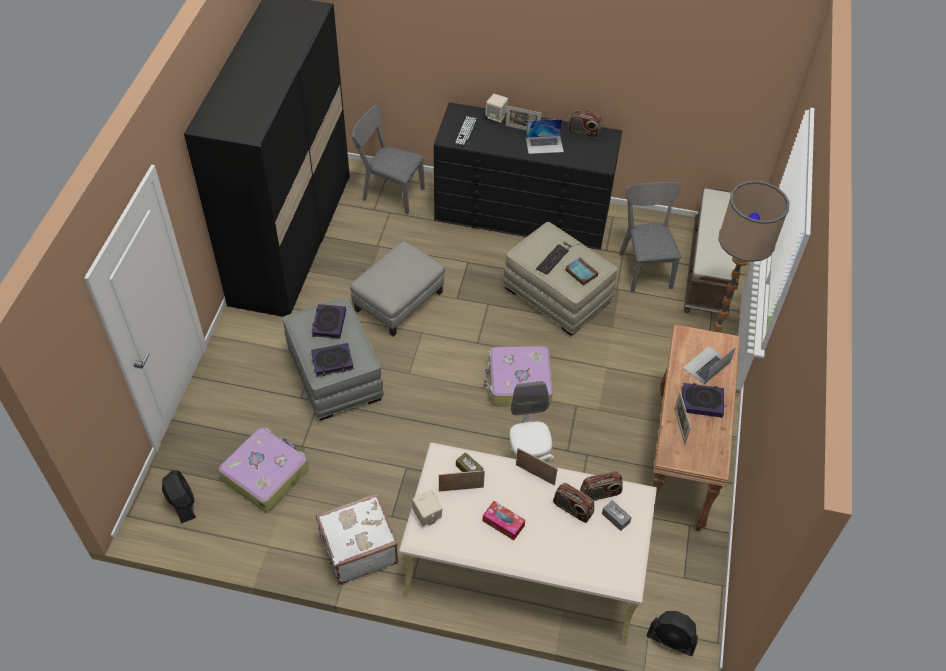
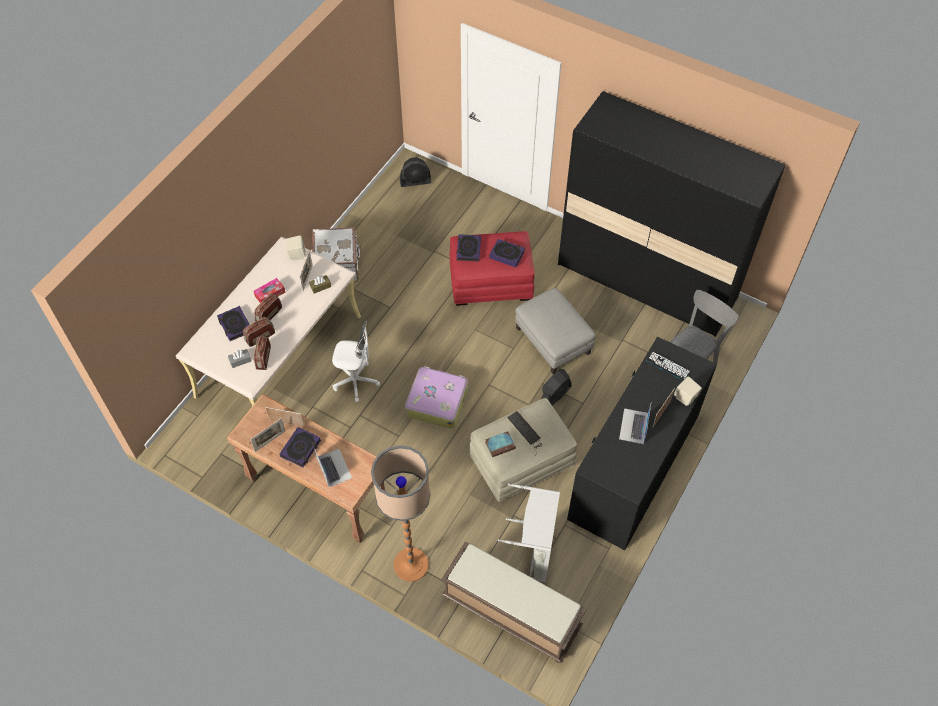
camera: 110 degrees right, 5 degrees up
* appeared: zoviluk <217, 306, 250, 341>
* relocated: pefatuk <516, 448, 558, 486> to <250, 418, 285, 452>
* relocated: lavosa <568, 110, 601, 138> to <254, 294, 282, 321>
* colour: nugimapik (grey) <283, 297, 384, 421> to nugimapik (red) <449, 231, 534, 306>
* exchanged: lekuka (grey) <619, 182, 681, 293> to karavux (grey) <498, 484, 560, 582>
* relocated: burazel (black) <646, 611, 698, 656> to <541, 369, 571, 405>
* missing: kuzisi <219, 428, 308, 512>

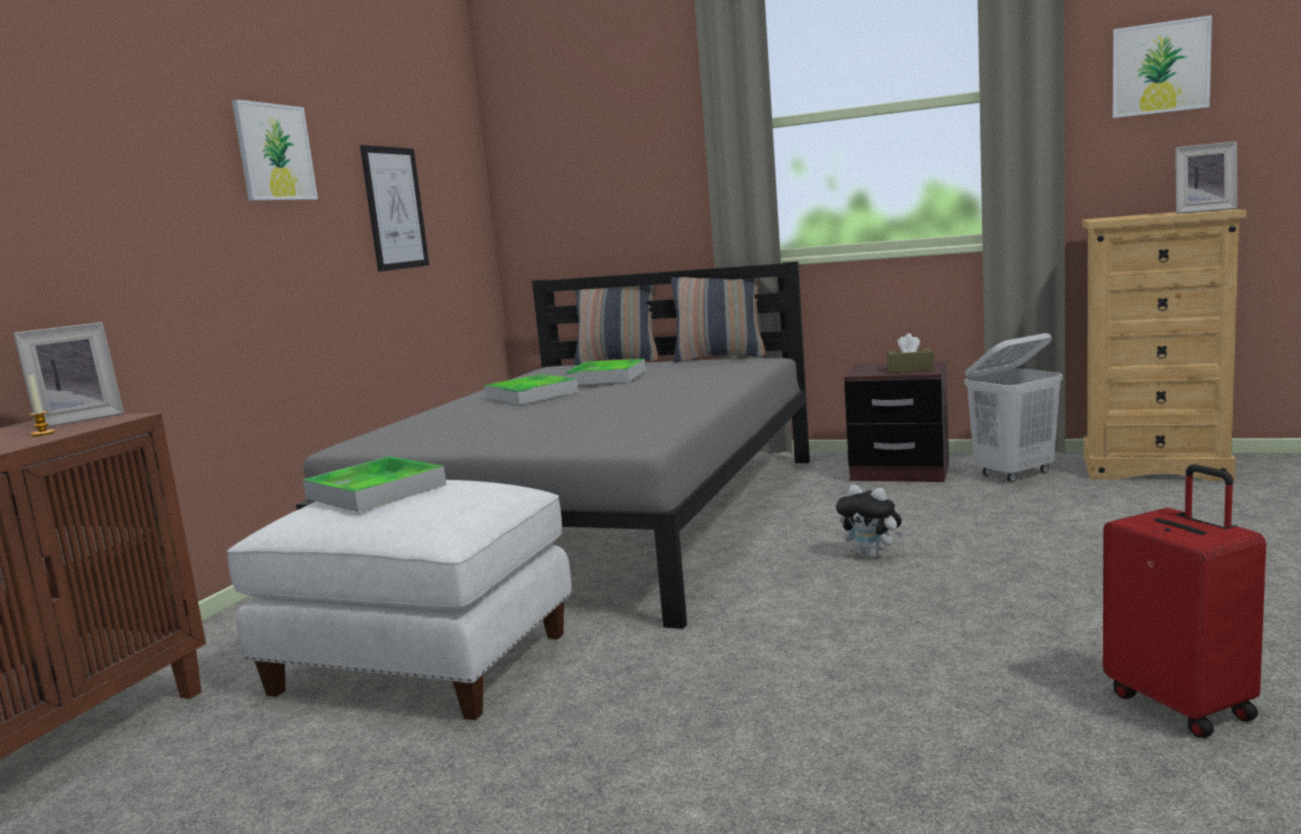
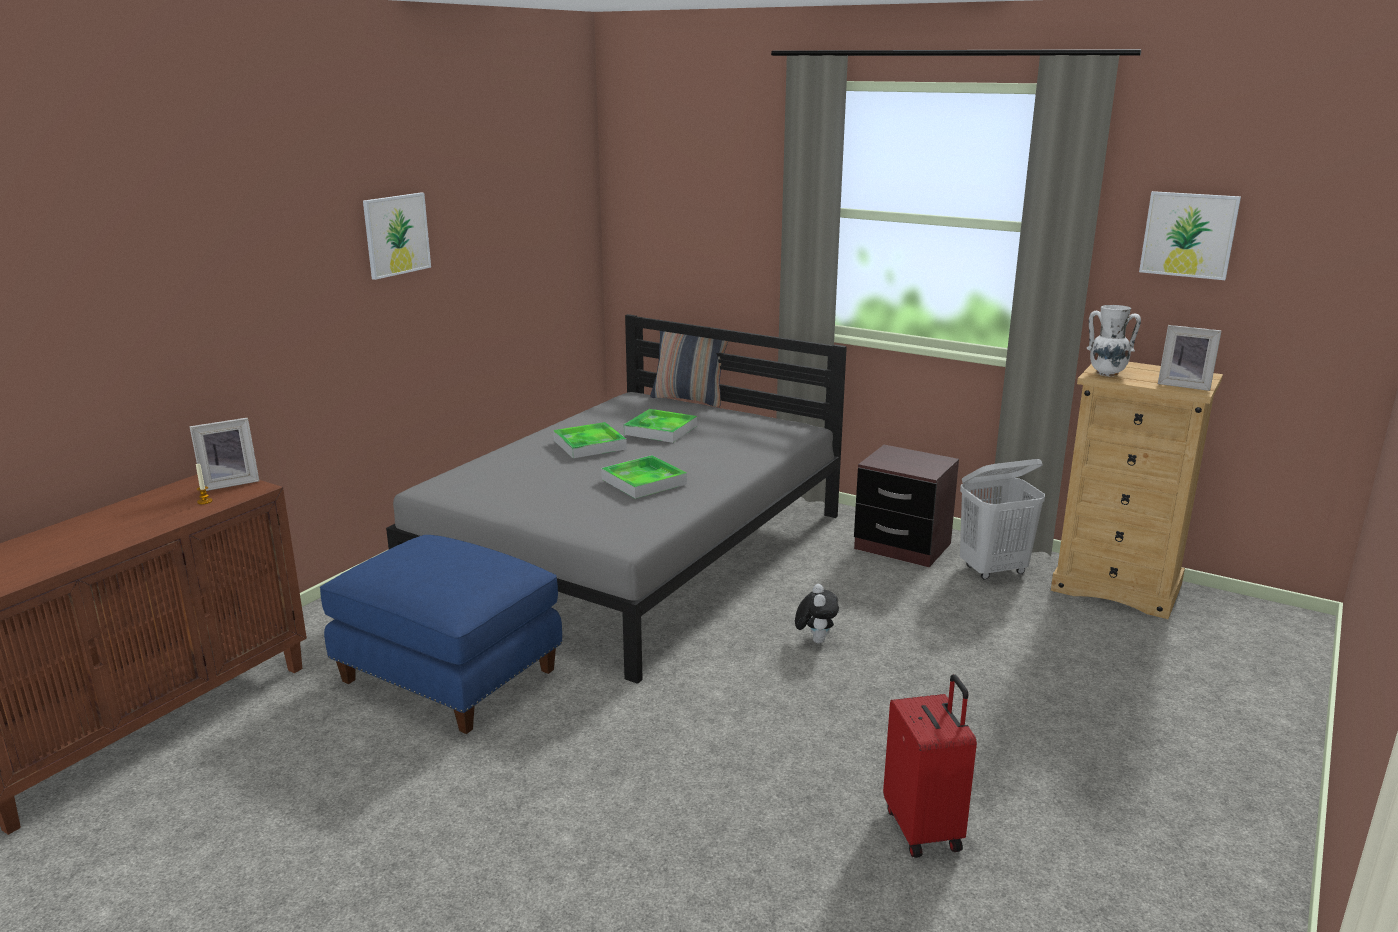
camera: 10 degrees right, 10 degrees up
* colour: nugimapik (white) <226, 480, 572, 720> to nugimapik (blue) <320, 535, 562, 734>
* relocated: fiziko <303, 456, 446, 512> to <601, 455, 687, 499>
* spun: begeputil <836, 485, 904, 558> = <795, 584, 839, 644> 135 degrees counterclockwise
* appeared: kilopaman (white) <1087, 305, 1141, 376>
* missing: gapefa <360, 145, 429, 272>
* missing: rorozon <671, 277, 766, 362>
* missing: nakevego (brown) <886, 333, 934, 373>

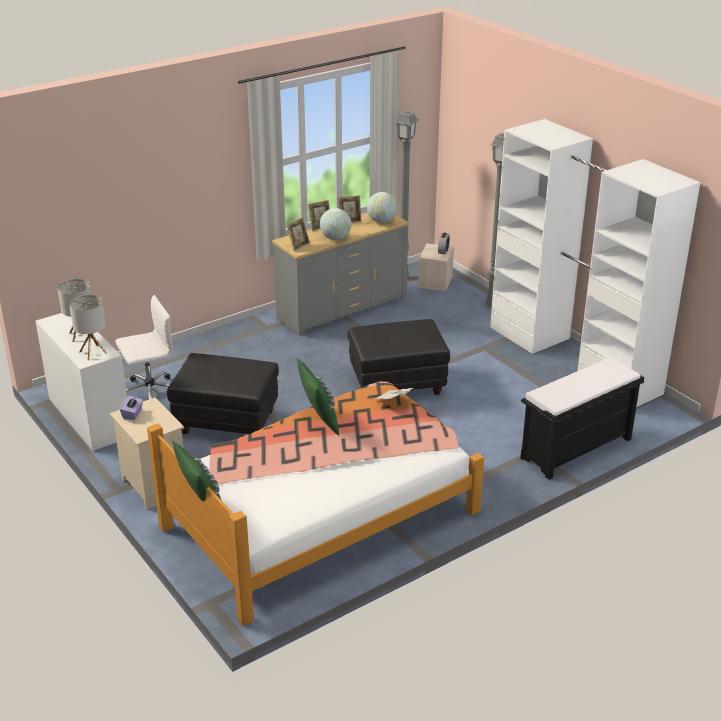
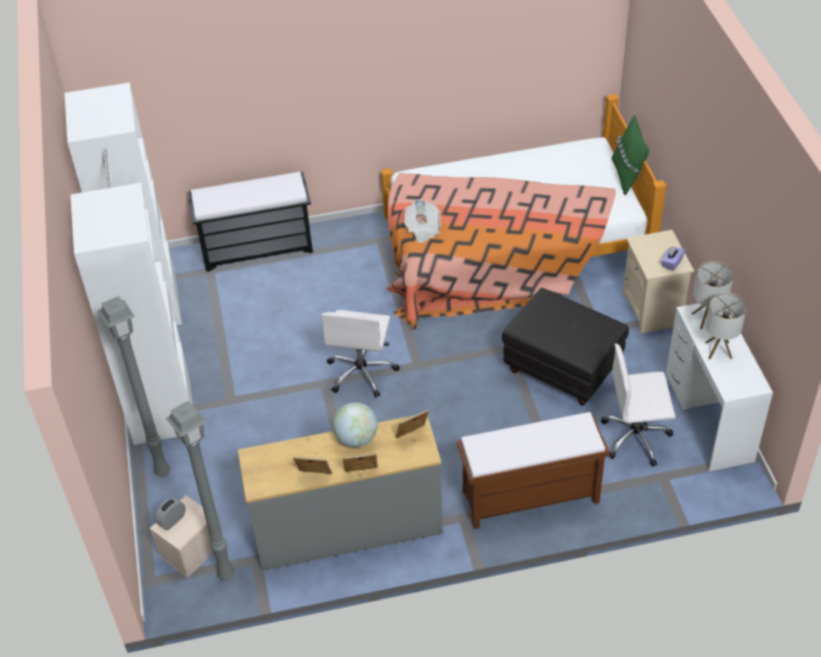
camera: 155 degrees left, 15 degrees up
* exchanged: nugimapik (black) <347, 319, 450, 395> to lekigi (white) <321, 310, 400, 397>
* appeared: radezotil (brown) <457, 412, 610, 529>
* missing: rorozon (green) <297, 358, 339, 435>
* missing: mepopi <367, 192, 398, 223>

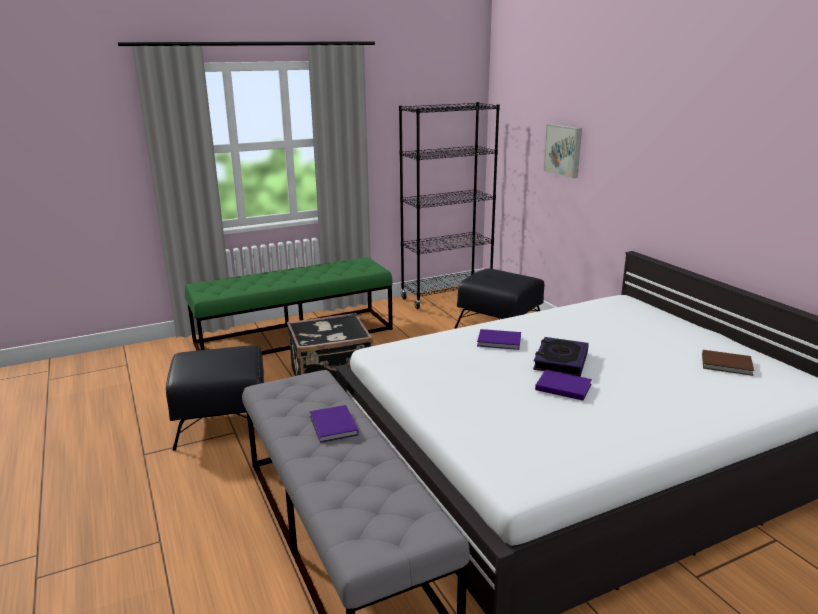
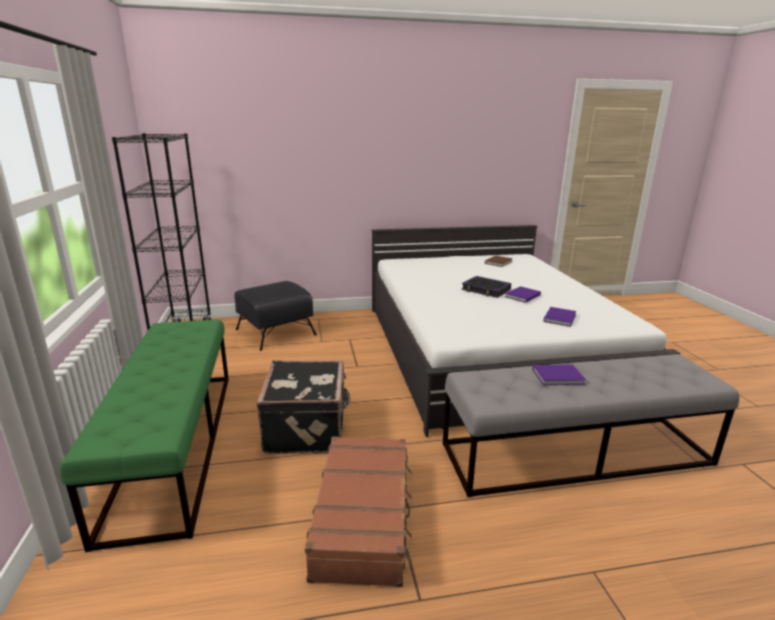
camera: 75 degrees left, 0 degrees up
* exchanged: nugimapik (black) <166, 345, 264, 451> to kuzisi (brown) <305, 436, 412, 587>
* relocated: zoviluk (purple) <477, 329, 521, 350> to <543, 307, 577, 327>
* missing: gapefa <543, 124, 582, 178>

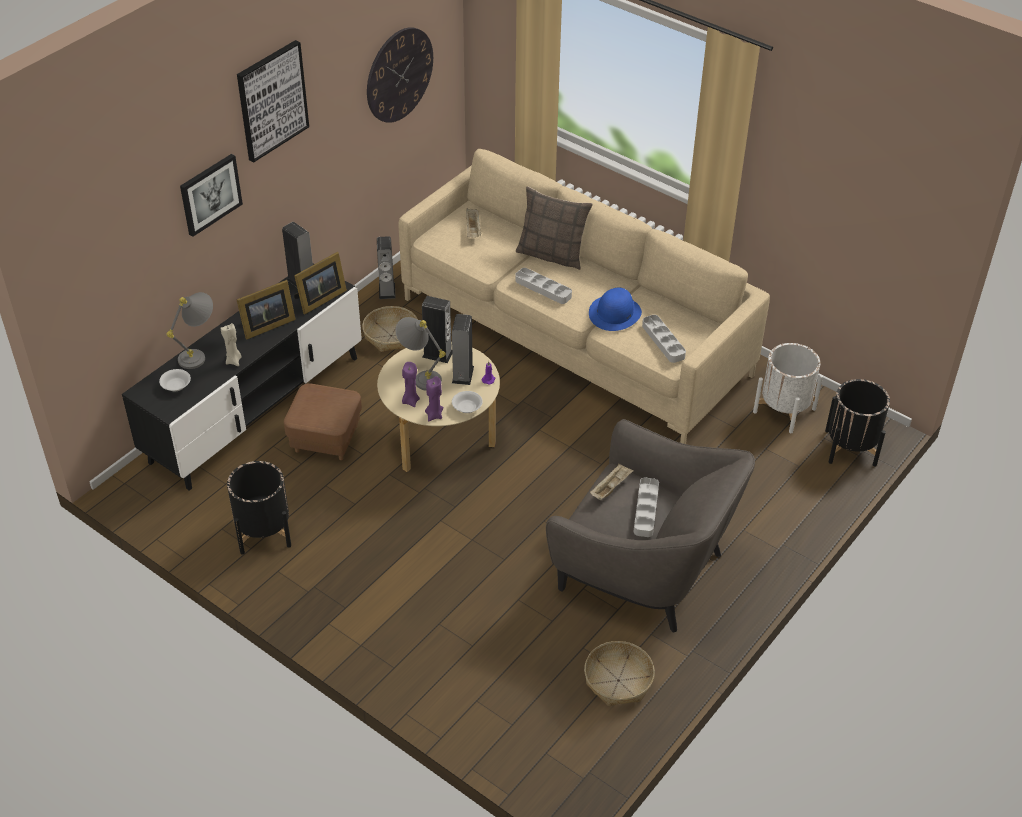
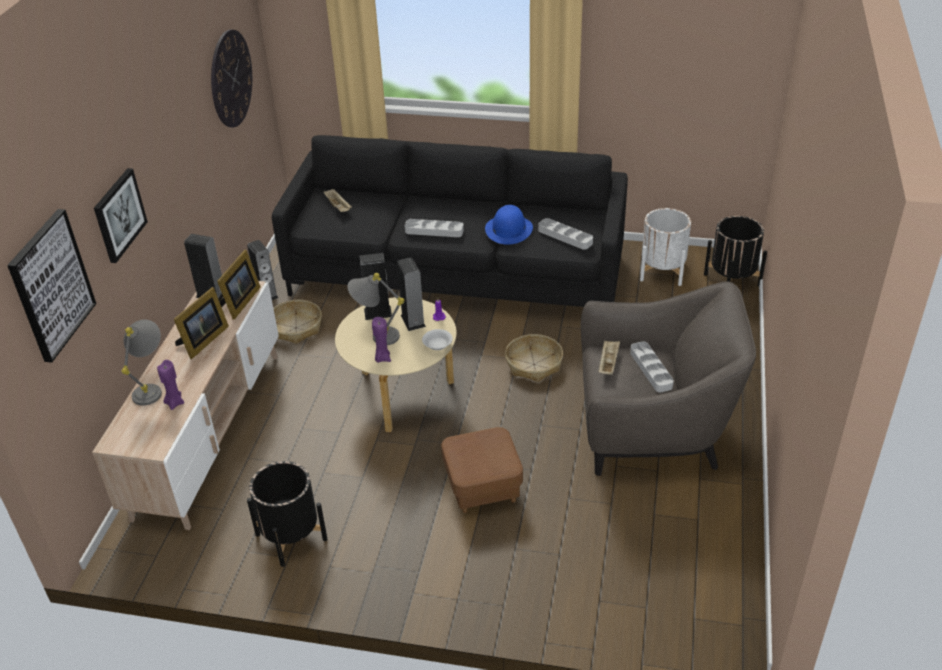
camera: 25 degrees left, 5 degrees down
* relocated: gapefa <237, 40, 309, 162> to <7, 209, 96, 363>
* colour: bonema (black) <122, 264, 362, 491> to bonema (beige) <92, 281, 279, 530>
* relocated: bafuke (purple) <425, 376, 443, 421> to <157, 360, 184, 410>
* colour: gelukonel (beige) <399, 149, 770, 444> to gelukonel (black) <272, 135, 628, 307>
* relocated: nugimapik (brown) <284, 383, 362, 460> to <441, 427, 523, 513>
* relocated: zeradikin <584, 641, 655, 706> to <505, 334, 563, 382>
* missing: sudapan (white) <159, 369, 191, 391>
* missing: bafuke (beige) <221, 323, 242, 366>
* missing: rorozon <515, 186, 593, 270>

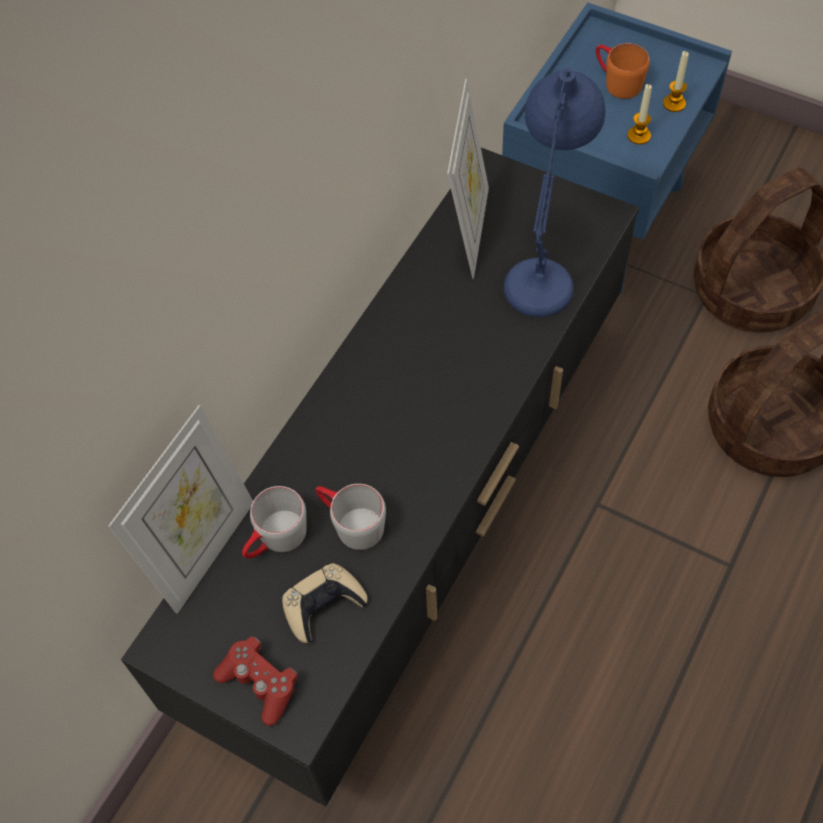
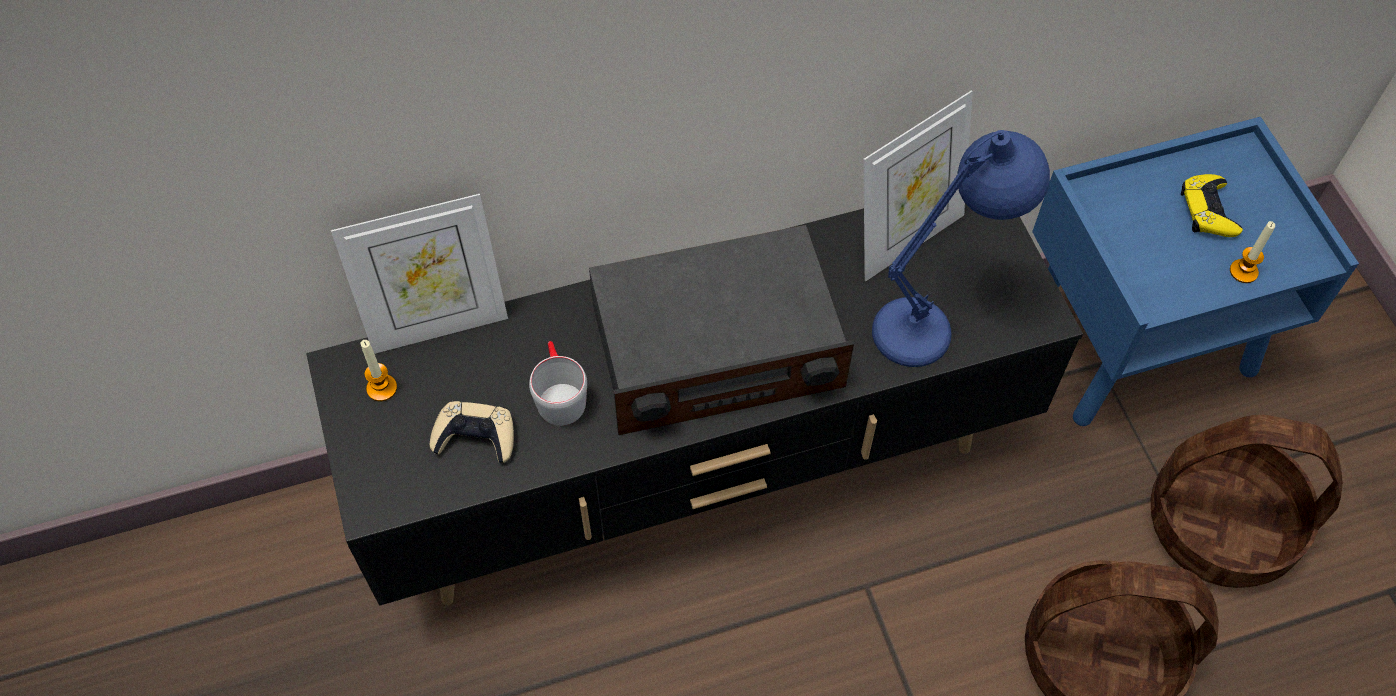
camera: 40 degrees right, 0 degrees up
* relocated: bafuke <627, 84, 652, 144> to <361, 340, 397, 401>
* appeared: lavosa <589, 225, 854, 435>
* exchanged: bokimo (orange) <596, 43, 650, 99> to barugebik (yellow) <1181, 174, 1243, 237>
* missing: barugebik (red) <213, 636, 298, 726>
* missing: bokimo (grey) <242, 486, 307, 558>

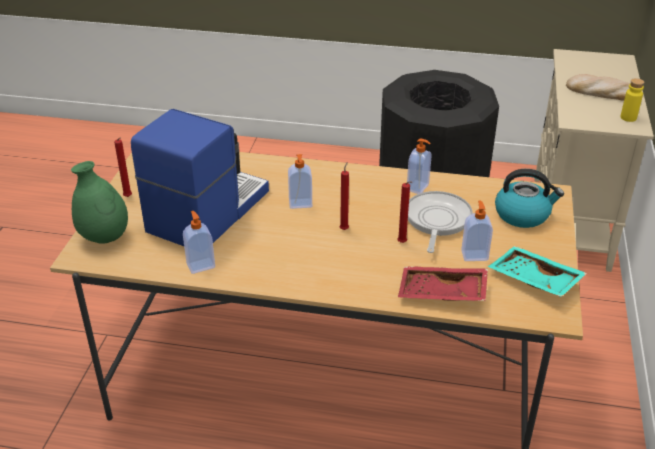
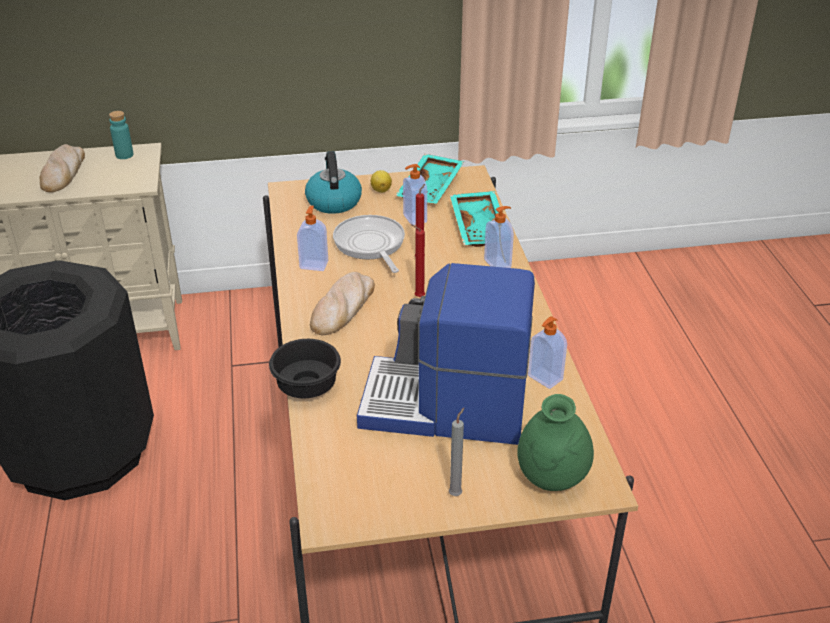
camera: 110 degrees left, 0 degrees up
* colour: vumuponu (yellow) <620, 78, 644, 122> to vumuponu (turquoise) <109, 111, 133, 159>
* appeared: sudapan (black) <269, 339, 341, 398>
* appeared: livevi <310, 272, 375, 335>
* spun: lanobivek <408, 191, 473, 253> = <333, 215, 405, 273> 75 degrees clockwise
* appeared: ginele <371, 170, 392, 193>
* colour: bafuke (red) <114, 137, 132, 197> to bafuke (grey) <449, 408, 464, 496>
* colour: fiziko (red) <398, 266, 488, 301> to fiziko (turquoise) <450, 191, 500, 247>
* relocated: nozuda <288, 154, 312, 209> to <484, 206, 514, 268>

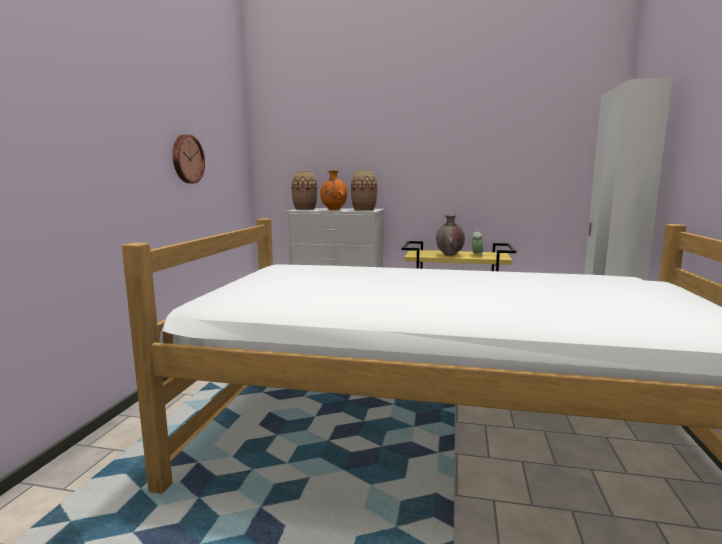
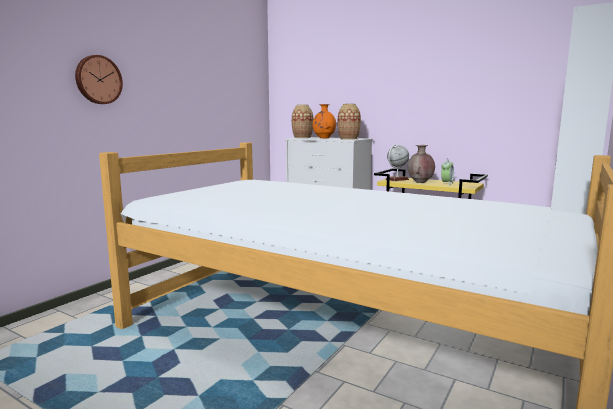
camera: 20 degrees right, 0 degrees up
* relocated: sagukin <173, 134, 205, 183> to <75, 55, 123, 104>
* appeared: mepopi <385, 144, 409, 181>

